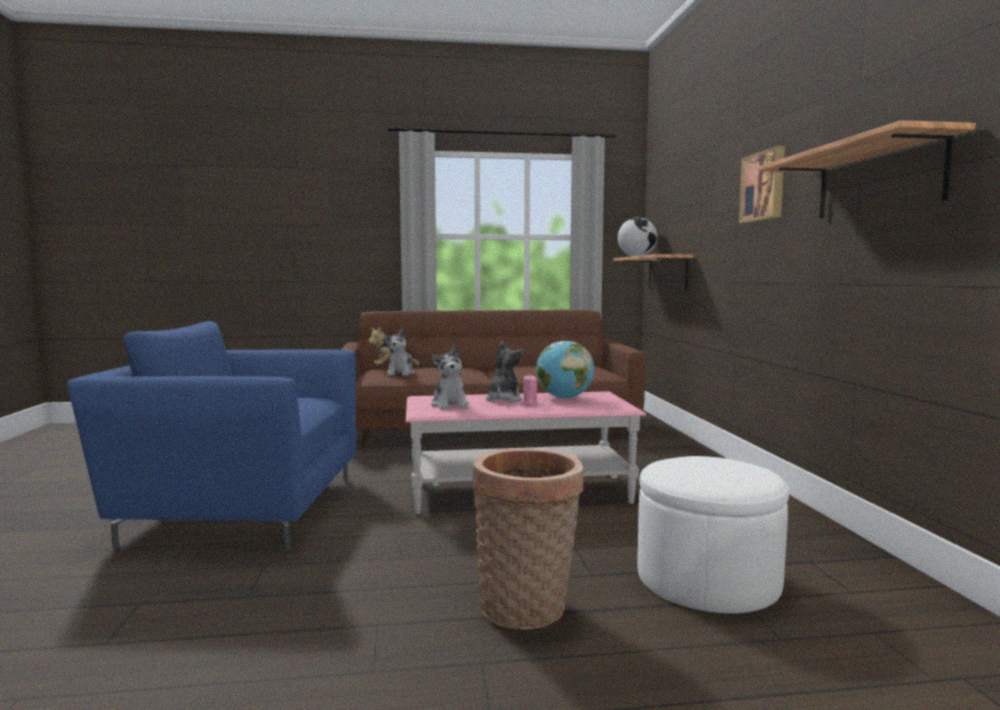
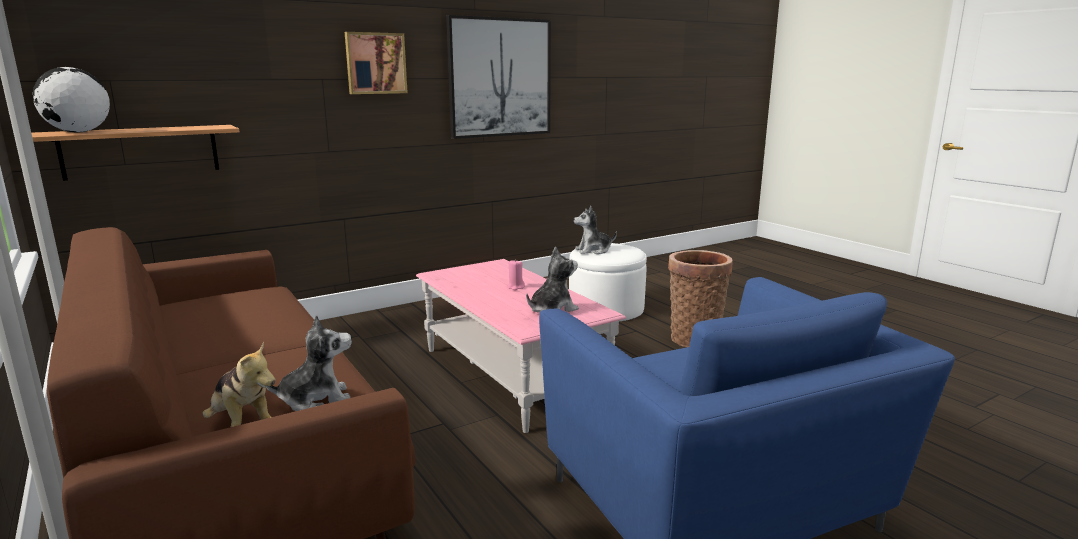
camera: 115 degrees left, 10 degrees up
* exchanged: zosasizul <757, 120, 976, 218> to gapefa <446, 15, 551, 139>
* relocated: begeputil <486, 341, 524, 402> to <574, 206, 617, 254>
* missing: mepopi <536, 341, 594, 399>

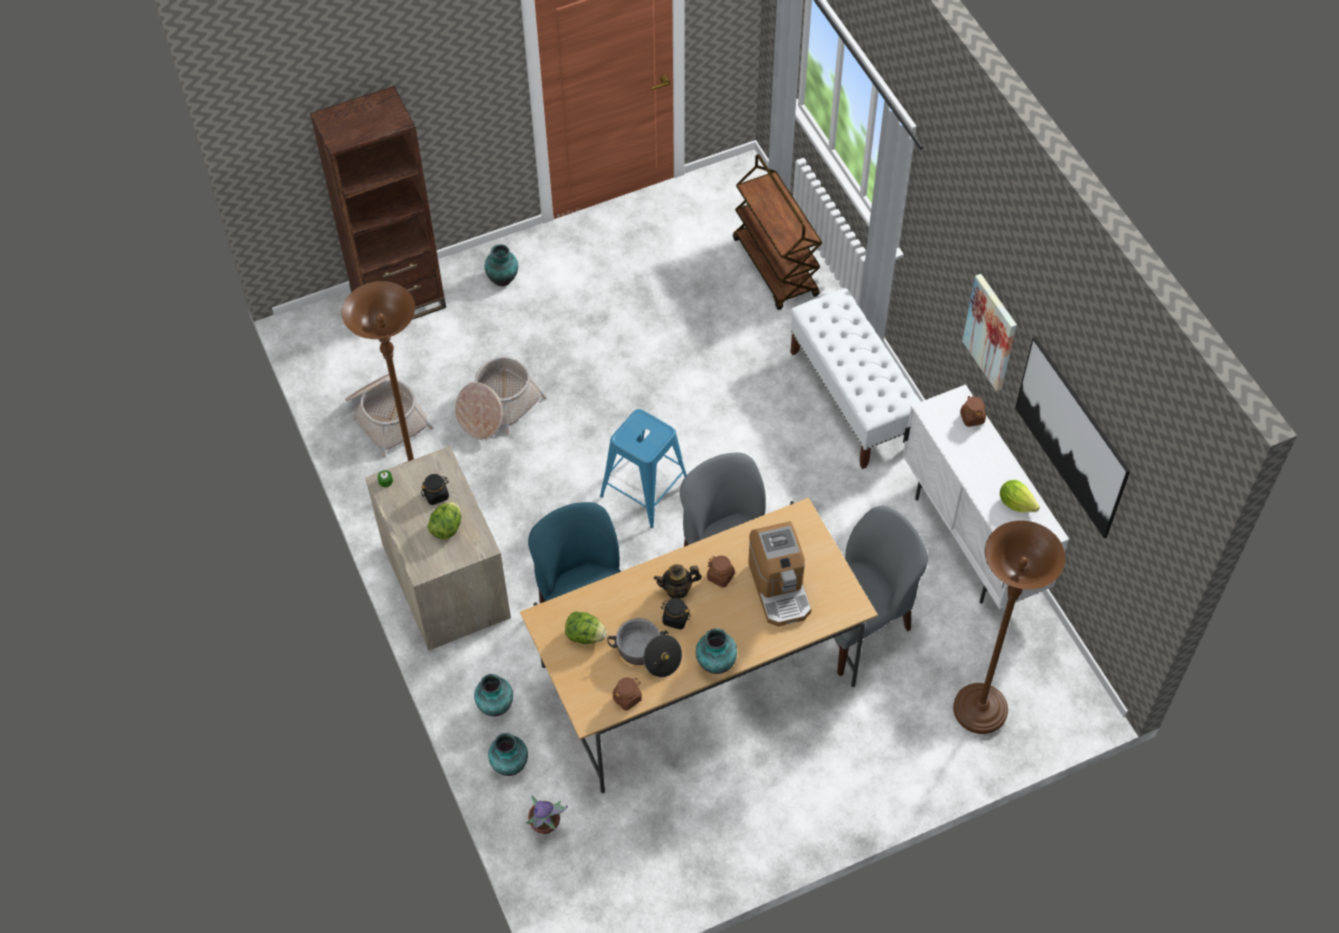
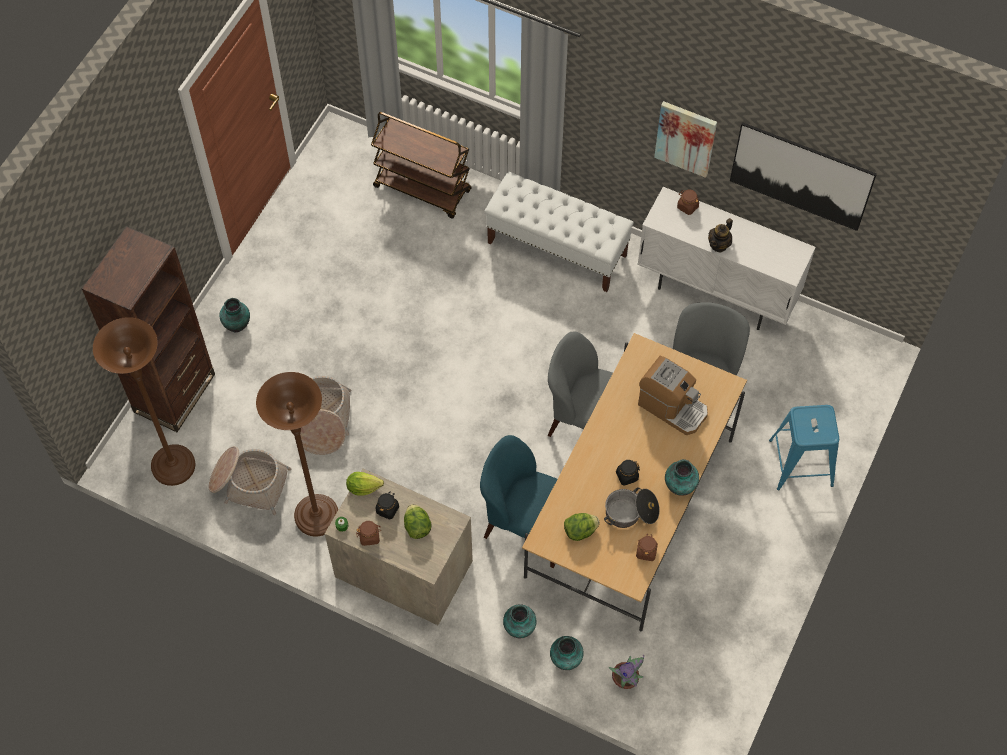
camera: 40 degrees left, 5 degrees up
* relocated: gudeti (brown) <953, 520, 1065, 734> to <93, 317, 195, 486>
* relocated: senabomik <1000, 480, 1040, 512> to <346, 472, 384, 496>
* relocated: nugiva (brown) <707, 556, 735, 588> to <356, 521, 382, 546>
* relocated: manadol <654, 564, 702, 599> to <708, 218, 733, 252>
* relocated: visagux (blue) <600, 409, 687, 528> to <769, 405, 839, 490>

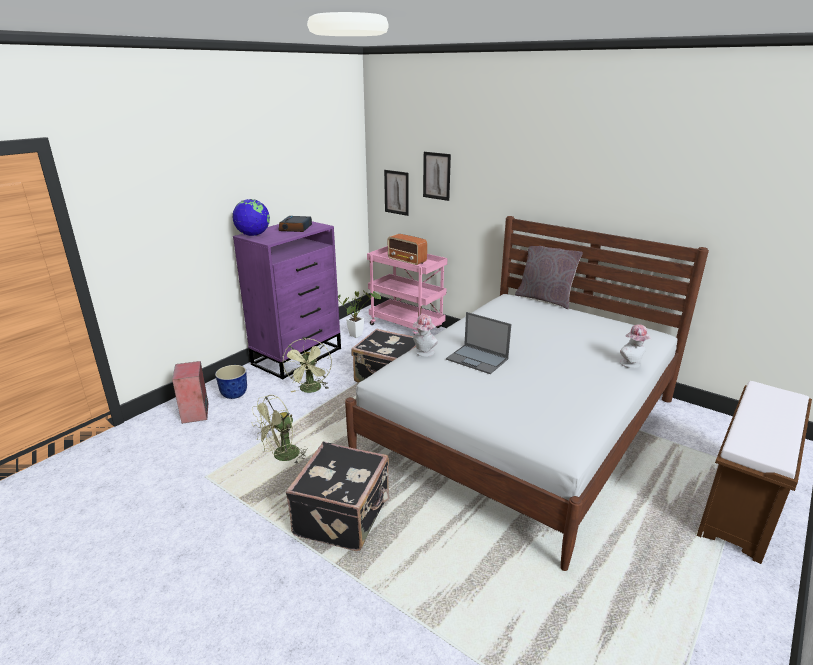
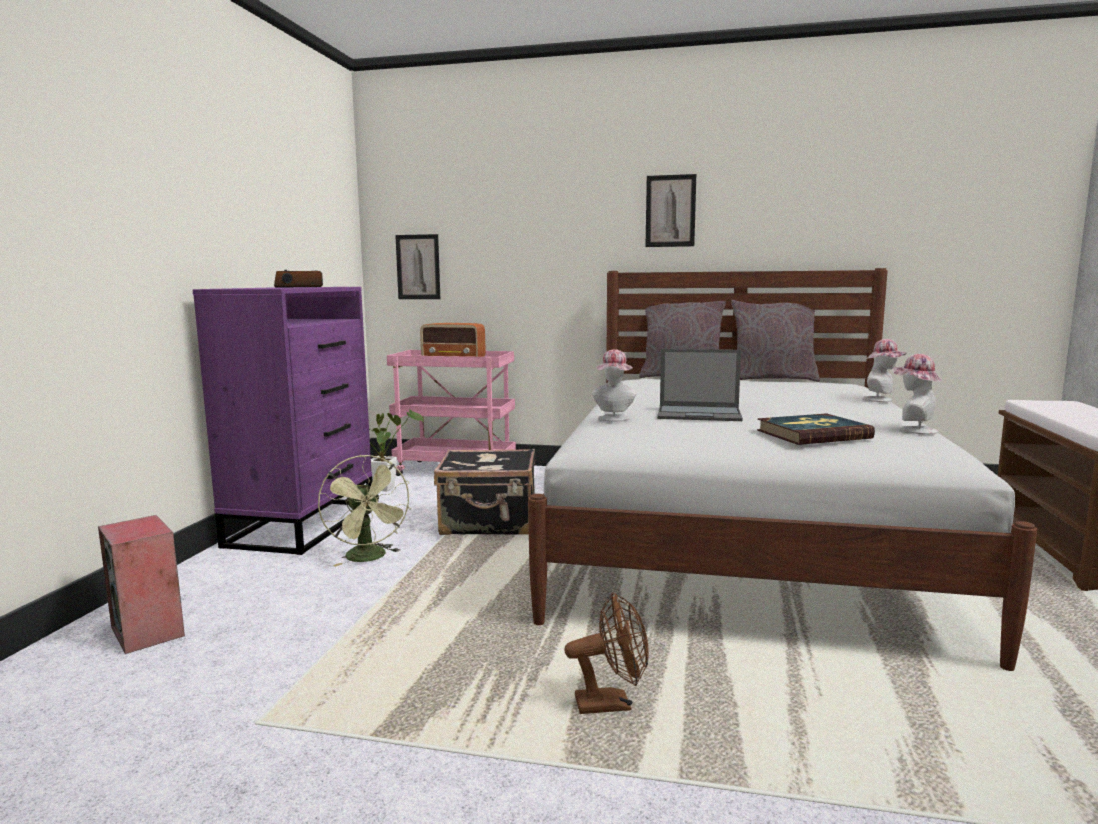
camera: 25 degrees left, 15 degrees down
* exchanged: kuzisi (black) <286, 442, 390, 551> to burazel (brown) <564, 592, 649, 714>
* relocated: gapefa <423, 152, 451, 201> to <646, 174, 696, 247>
* appeared: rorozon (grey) <731, 300, 820, 382>
* appeared: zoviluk <757, 413, 875, 445>
* appeared: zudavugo <892, 354, 942, 434>
* missing: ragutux <215, 365, 247, 399>
* missing: mepopi <232, 199, 270, 236>
* missing: burazel (green) <252, 395, 308, 463>

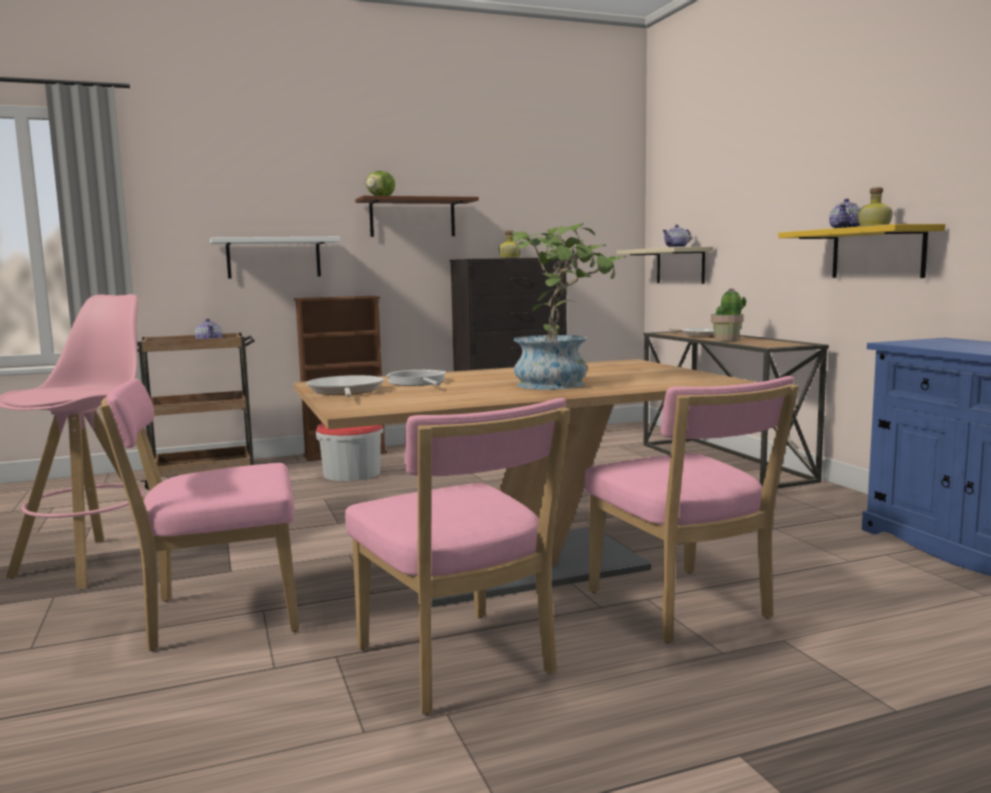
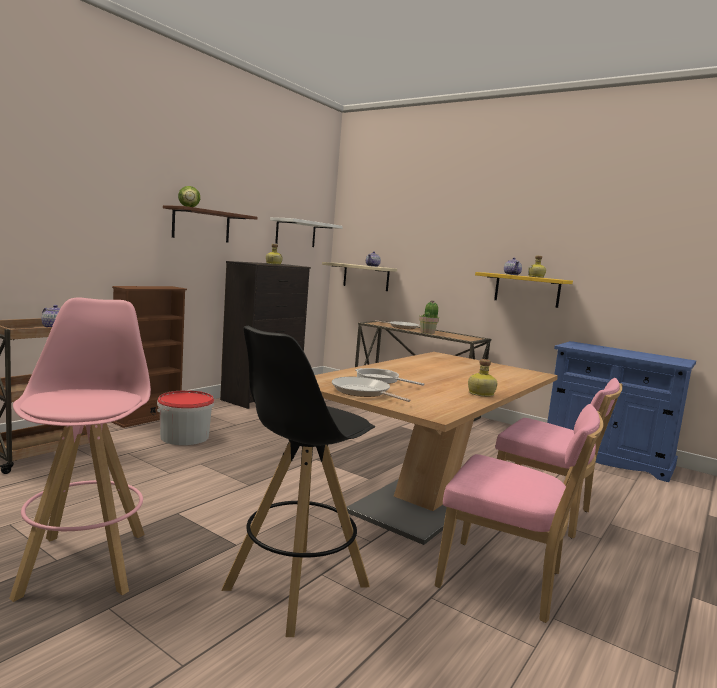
camera: 35 degrees left, 0 degrees up
* exchanged: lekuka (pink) <99, 379, 299, 651> to visagux (black) <221, 326, 375, 637>
* relocated: zosasizul (white) <210, 237, 340, 279> to <270, 217, 343, 247>
* appeared: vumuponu <468, 359, 497, 397>
* missing: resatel <511, 223, 626, 390>

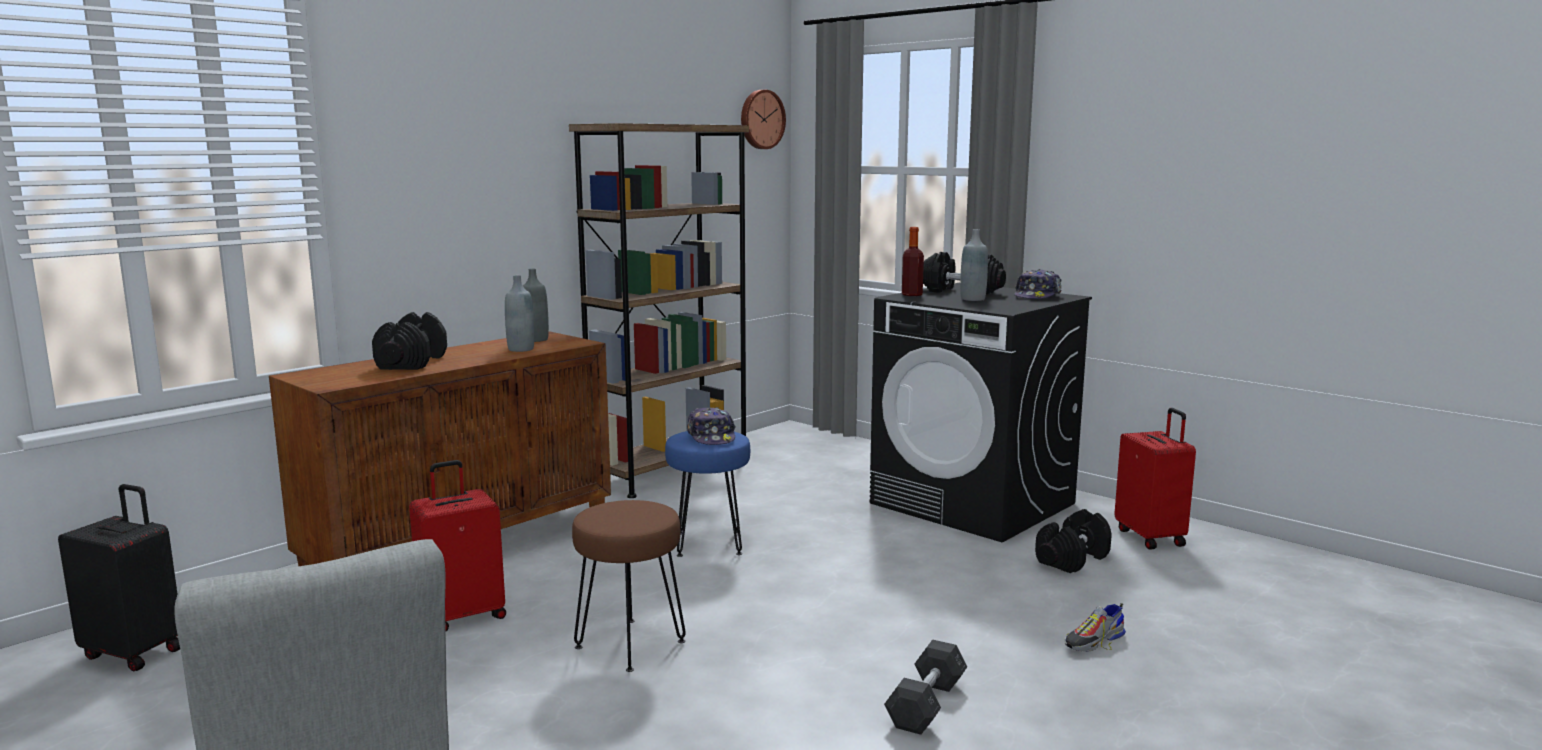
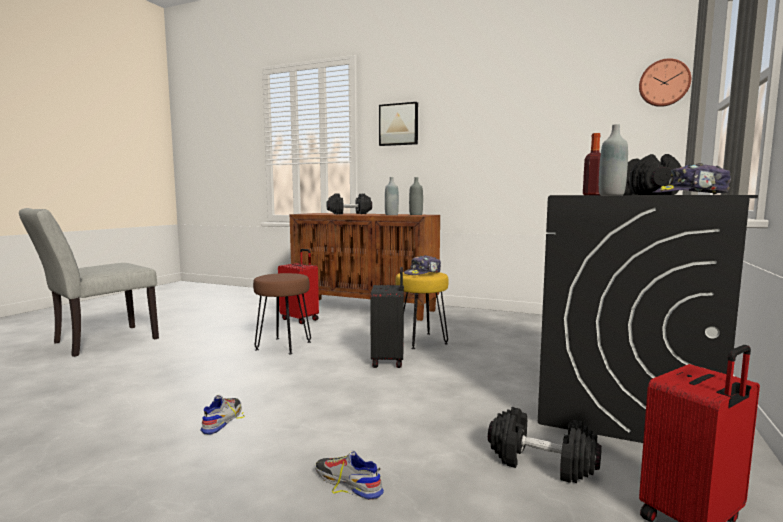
camera: 70 degrees right, 5 degrees down
* exchanged: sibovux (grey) <884, 639, 967, 735> to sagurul <201, 395, 245, 435>
* relocated: kuzisi (black) <58, 484, 180, 671> to <370, 267, 404, 368>
* appeared: gapefa <379, 102, 418, 146>
* colour: visagux (blue) <665, 431, 750, 557> to visagux (yellow) <396, 272, 448, 349>
* missing: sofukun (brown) <569, 123, 749, 498>

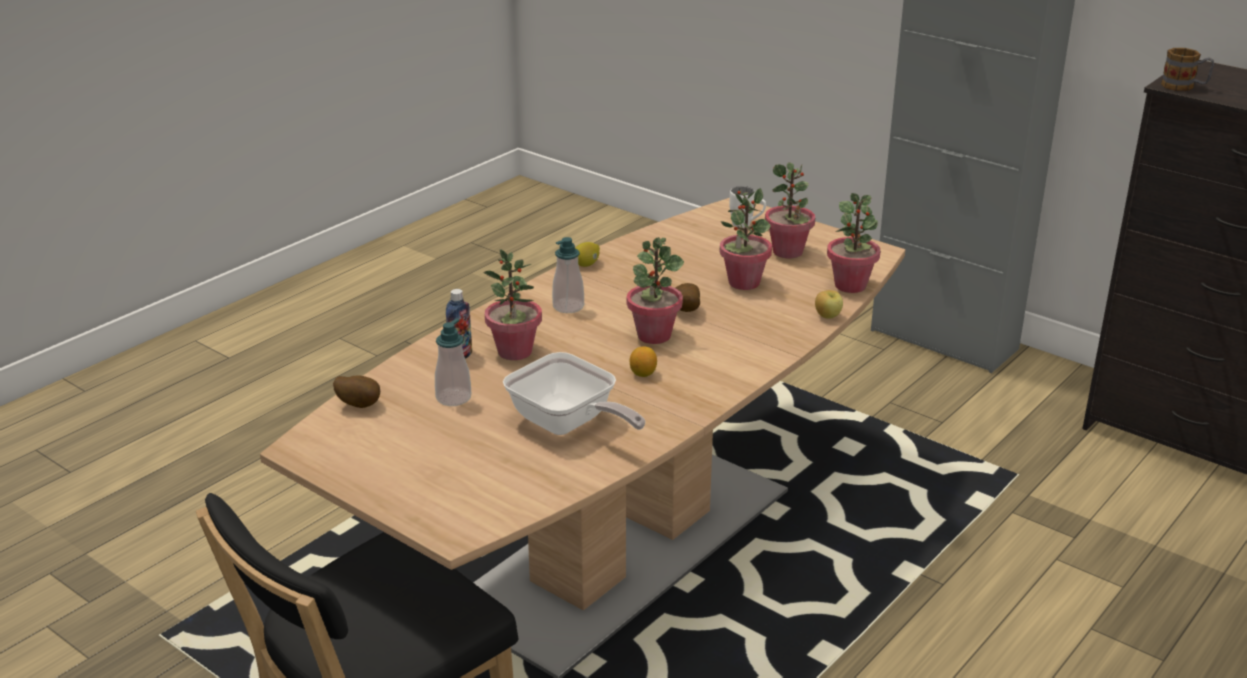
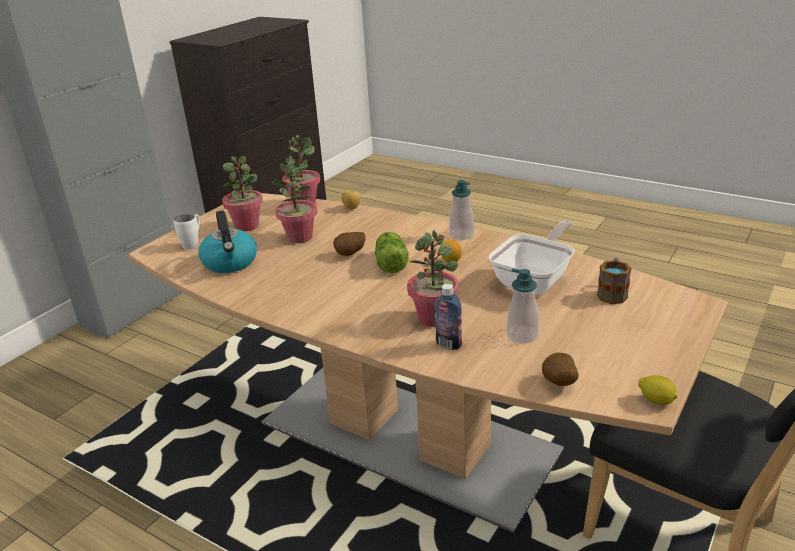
camera: 95 degrees left, 0 degrees up
* appeared: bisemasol <198, 210, 257, 273>
* exchanged: resatel <627, 237, 684, 344> to senabomik <375, 232, 409, 273>
* relocated: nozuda <552, 237, 584, 313> to <449, 180, 474, 240>
* relocated: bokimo <1161, 48, 1214, 91> to <597, 258, 631, 304>
* relocated: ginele <575, 242, 600, 267> to <638, 375, 678, 405>

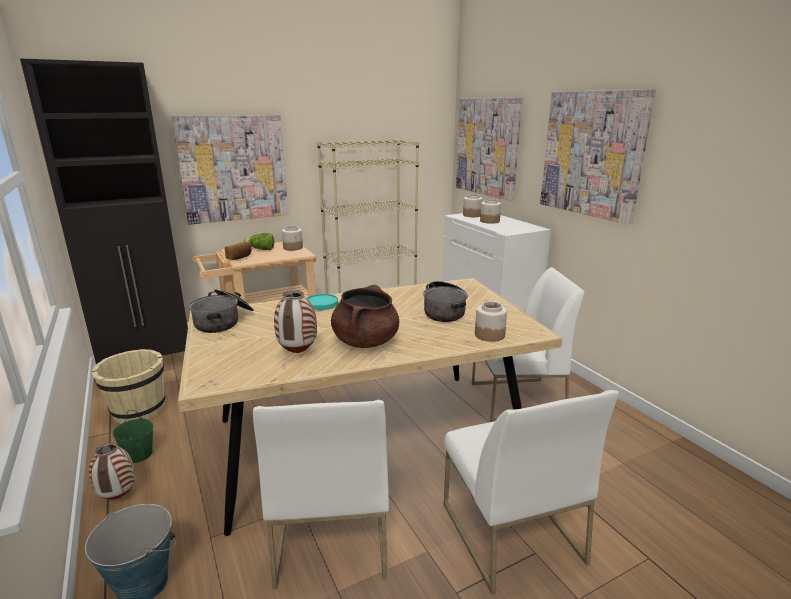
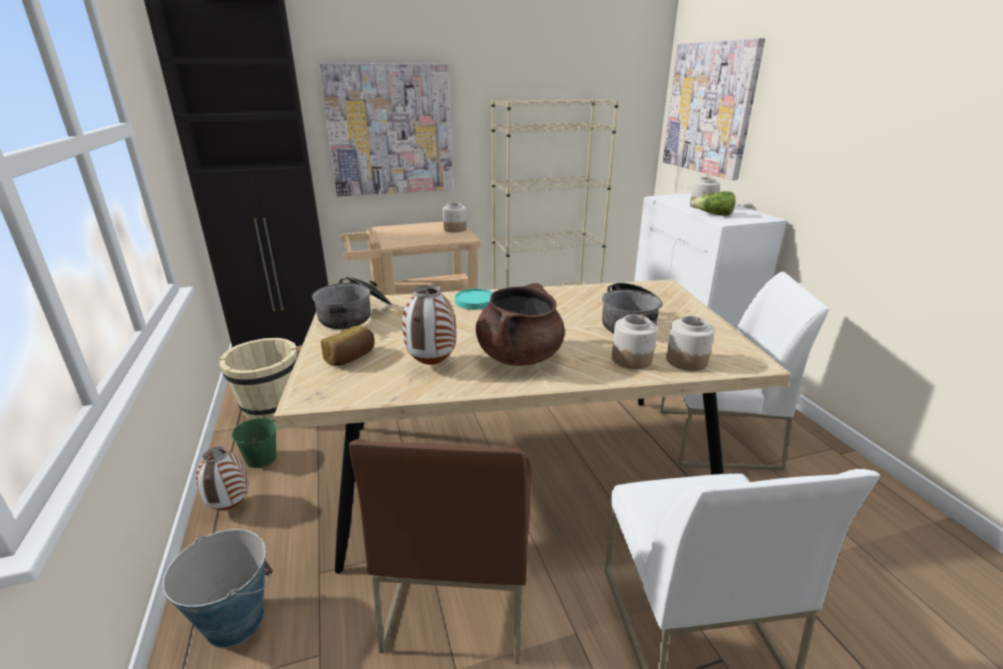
camera: 10 degrees right, 5 degrees up
* relocated: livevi <225, 242, 252, 260> to <321, 326, 375, 366>
* colour: lekuka (white) <253, 400, 389, 589> to lekuka (brown) <349, 439, 532, 664>
* relocated: nugiva <463, 194, 483, 217> to <612, 315, 657, 369>
* relocated: senabomik <244, 233, 274, 250> to <691, 191, 736, 216>
* missing: gapefa <540, 89, 656, 224>

